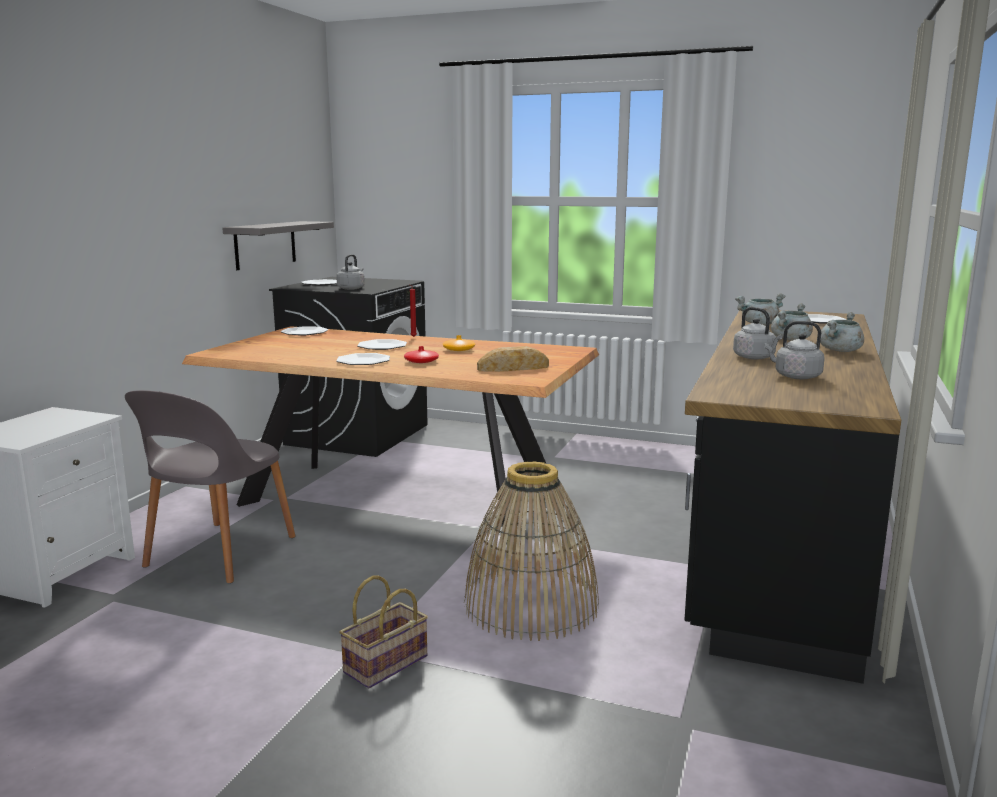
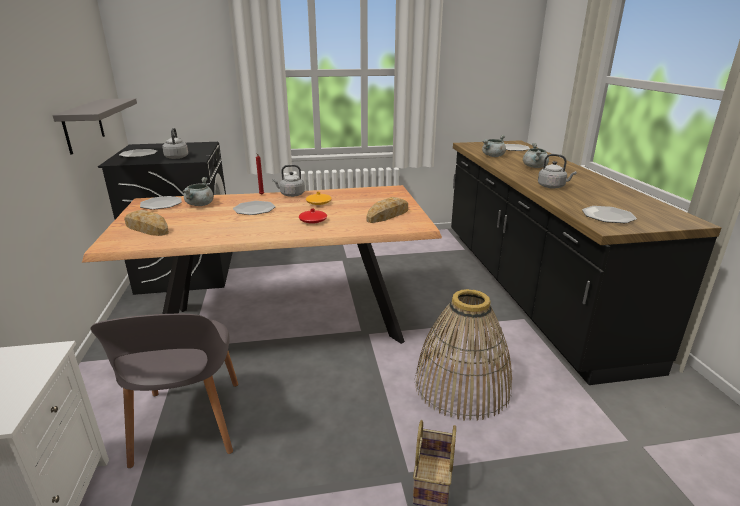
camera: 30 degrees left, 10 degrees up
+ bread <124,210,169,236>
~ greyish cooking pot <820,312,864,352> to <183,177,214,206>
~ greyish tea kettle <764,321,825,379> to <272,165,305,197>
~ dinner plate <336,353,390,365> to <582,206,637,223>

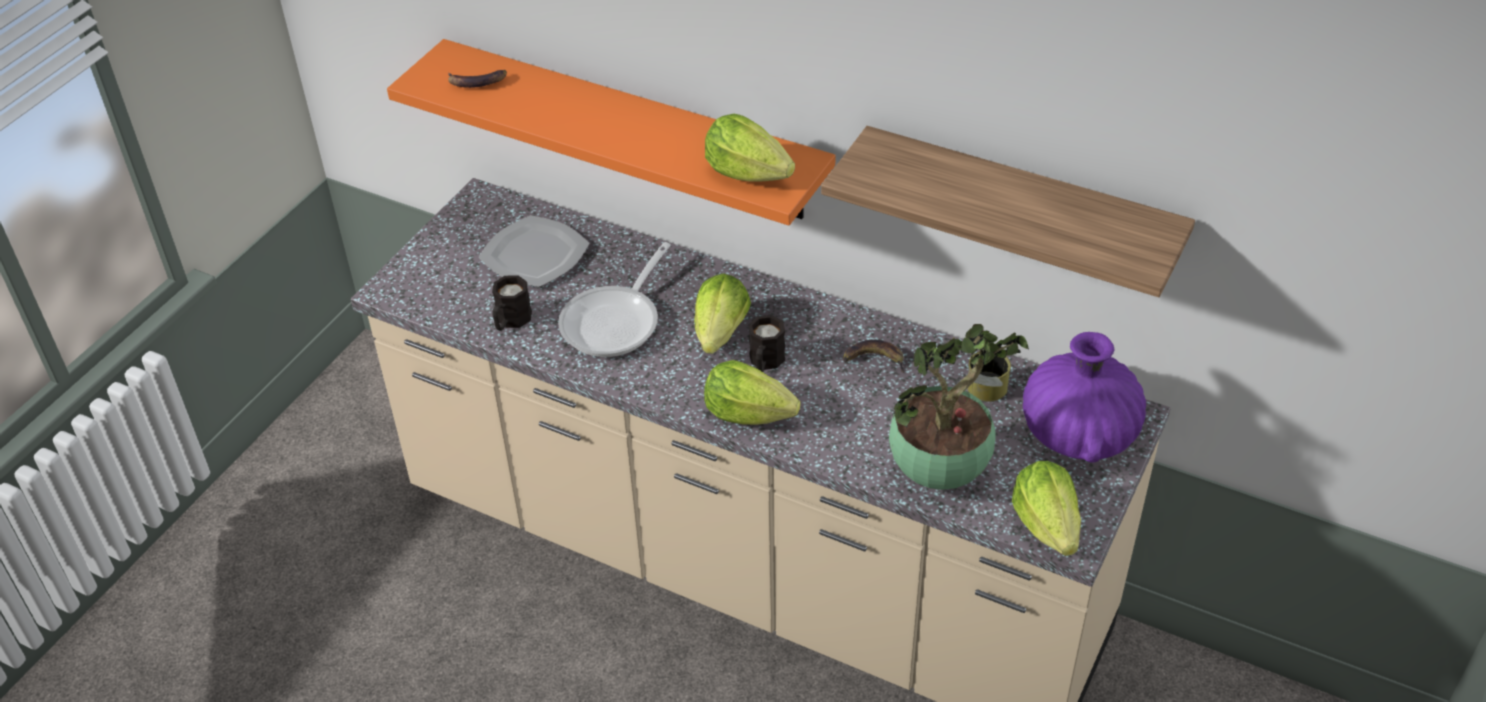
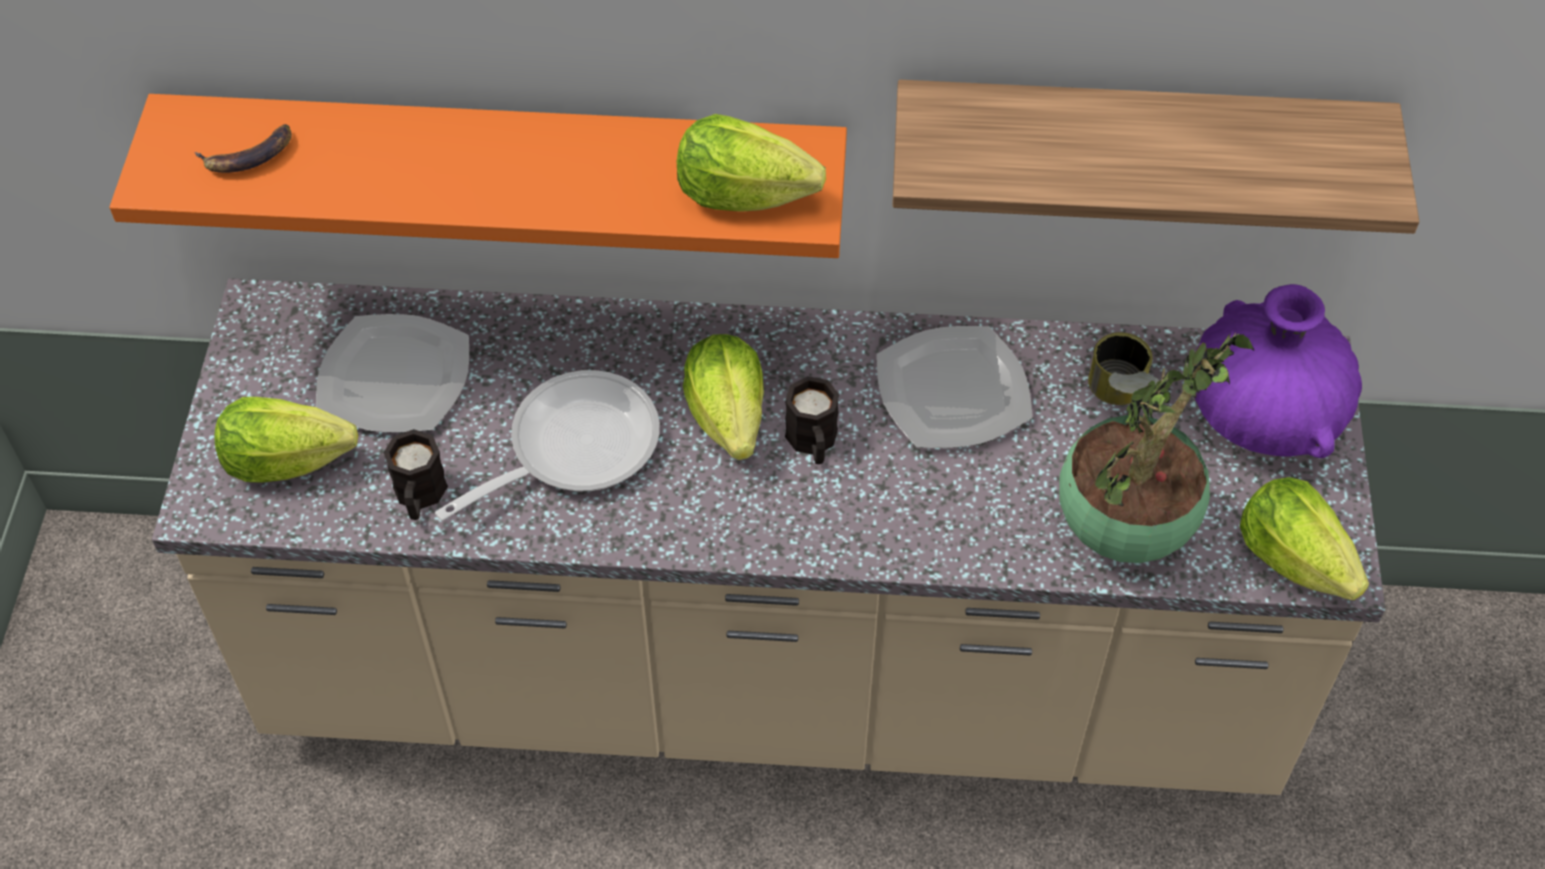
camera: 25 degrees left, 10 degrees up
~ head of lettuce <704,360,801,425> to <215,397,358,483>
~ skillet <558,242,671,357> = <435,370,660,521> 135 degrees counterclockwise
~ whole banana <843,340,904,373> to dinner plate <877,326,1032,448>

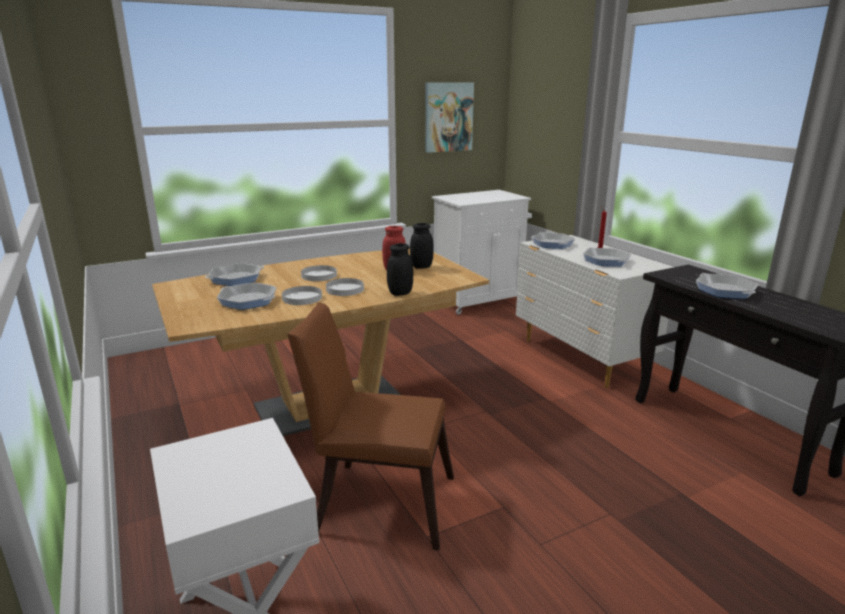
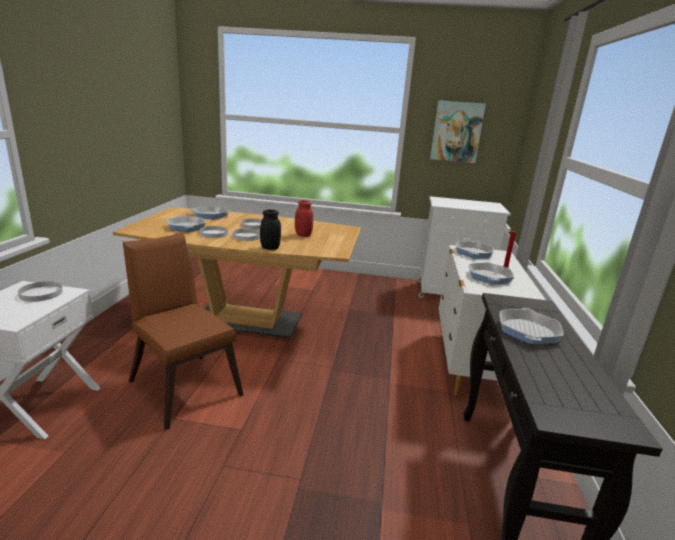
camera: 35 degrees right, 0 degrees up
+ whitish dinner plate <18,281,63,302>
- blackish storage jar <410,223,434,269>

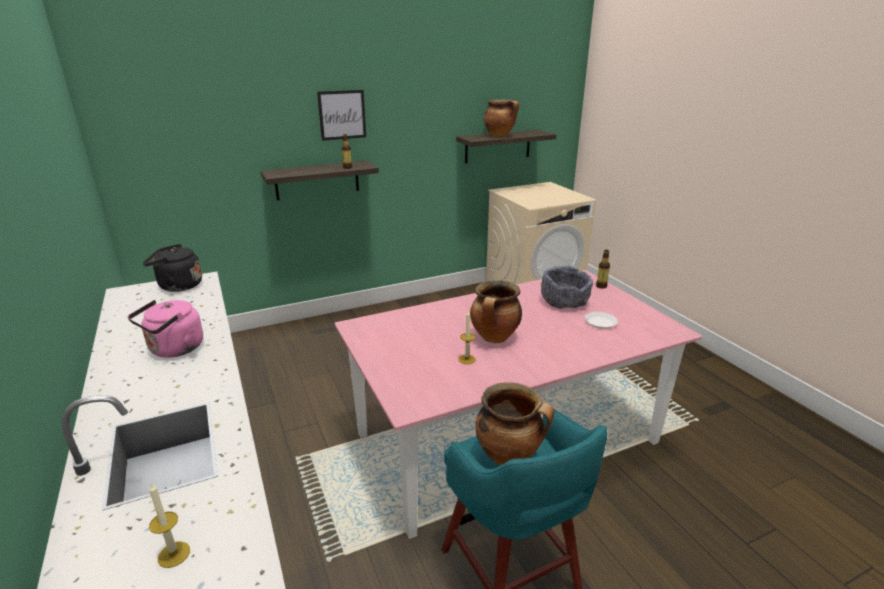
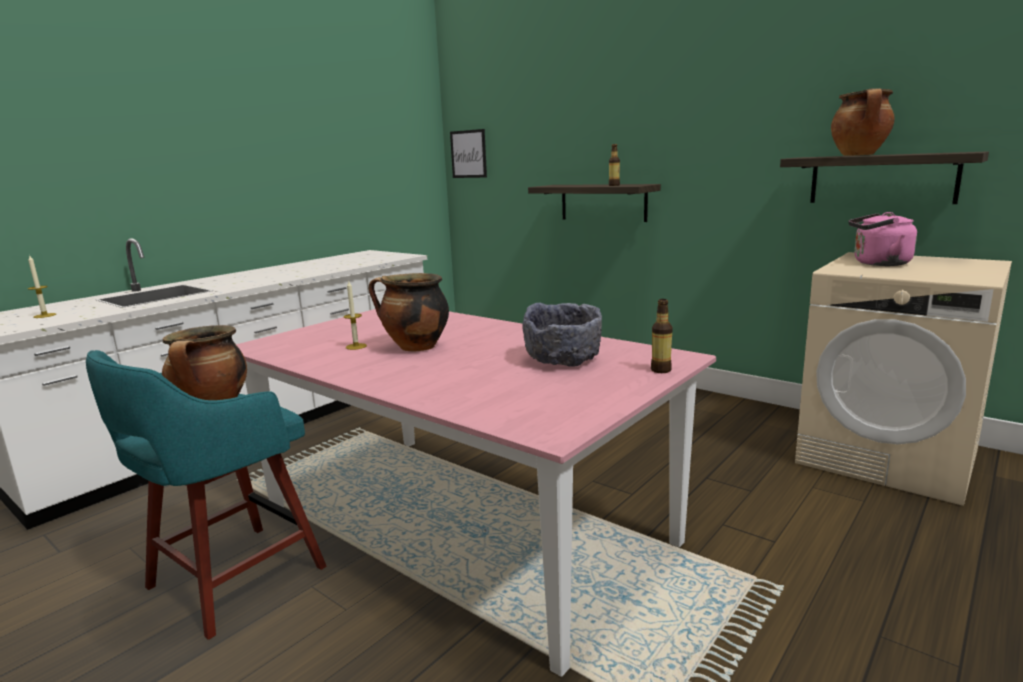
camera: 65 degrees right, 10 degrees down
~ wall picture <317,90,366,141> to <450,129,487,178>
~ pinkish tea kettle <128,300,203,358> to <848,212,917,266>
- blackish tea kettle <143,244,202,292>
- whitish dinner plate <585,312,618,329>

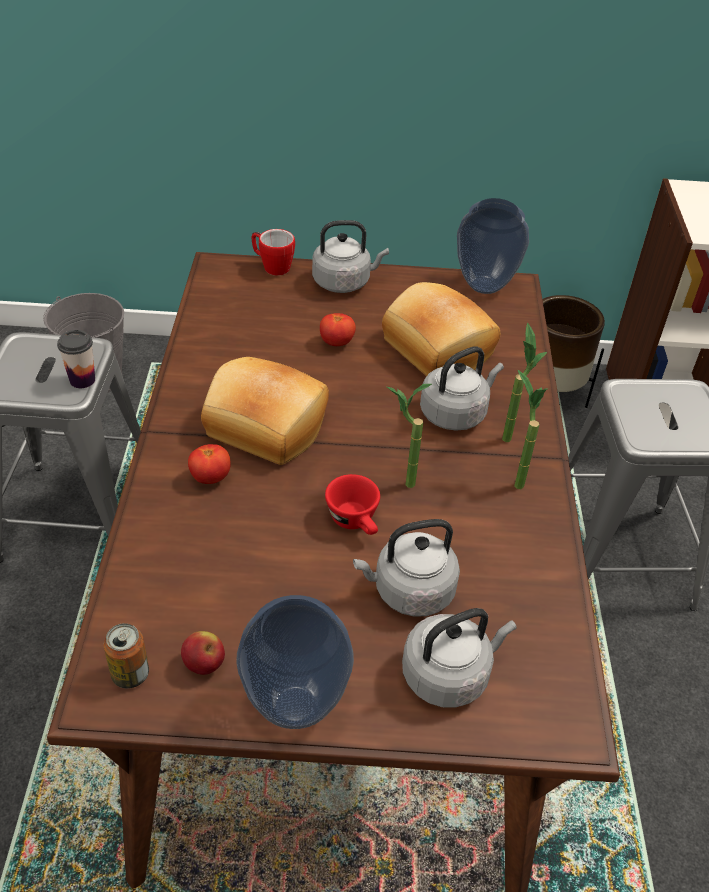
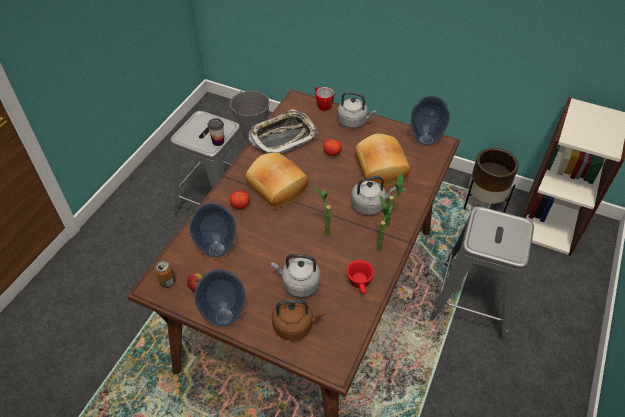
camera: 25 degrees right, 5 degrees up
+ flower vase <189,203,236,257>
+ tray <249,109,318,153>
~ greyish tea kettle <402,608,517,708> to brown-coloured tea kettle <272,297,325,340>
~ reddish small cup <325,474,380,535> to <347,260,374,294>

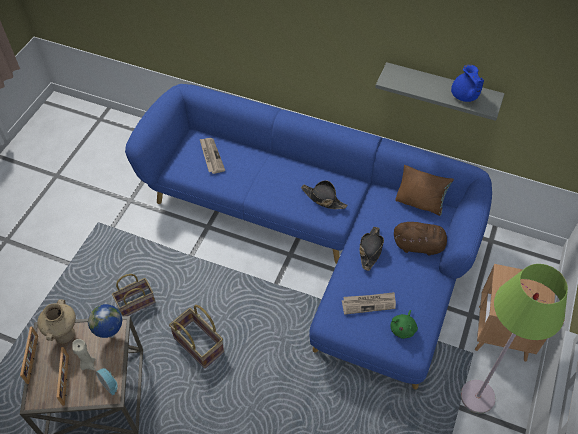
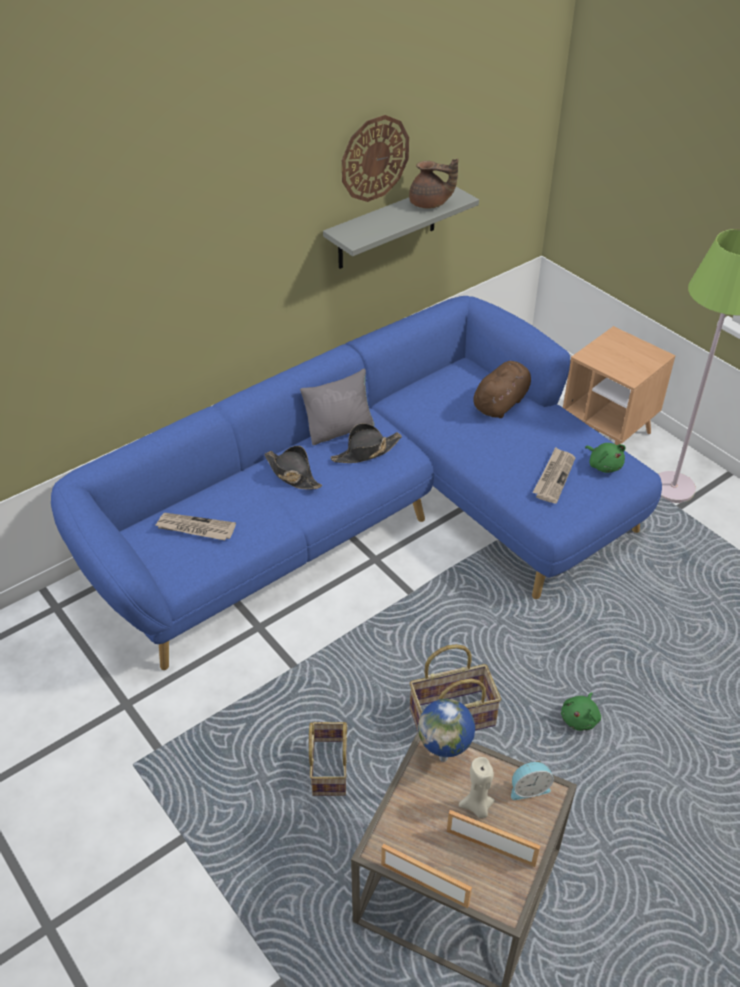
camera: 60 degrees left, 10 degrees down
~ blackish wearable hat <359,226,384,271> to <264,446,322,489>
+ greyish pillow <300,369,375,445>
+ wall clock <342,115,409,202>
~ blue pot for tea <451,65,484,102> to brown-coloured pot for tea <409,159,458,209>
+ green-coloured soft toy <561,692,601,731>
- sand-coloured flower vase <37,299,76,344>
- brown-coloured pillow <395,165,454,216>

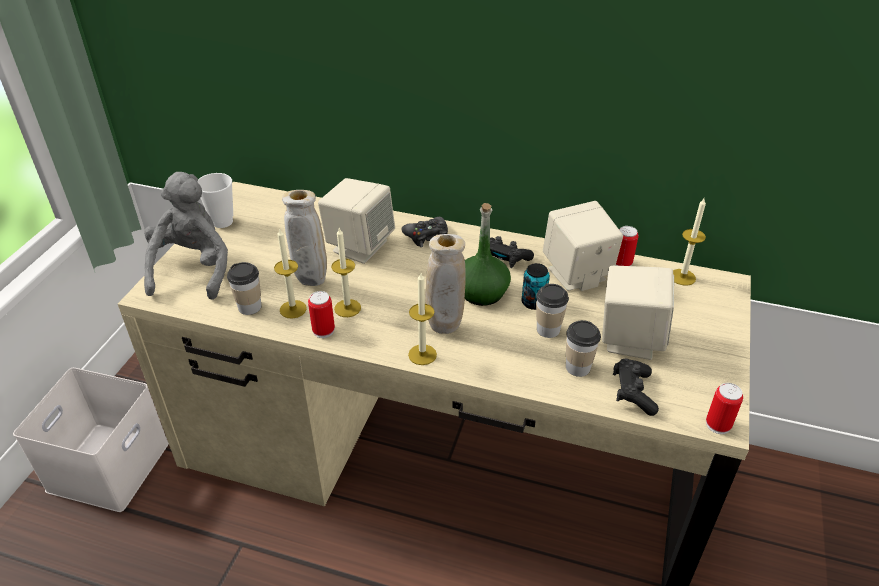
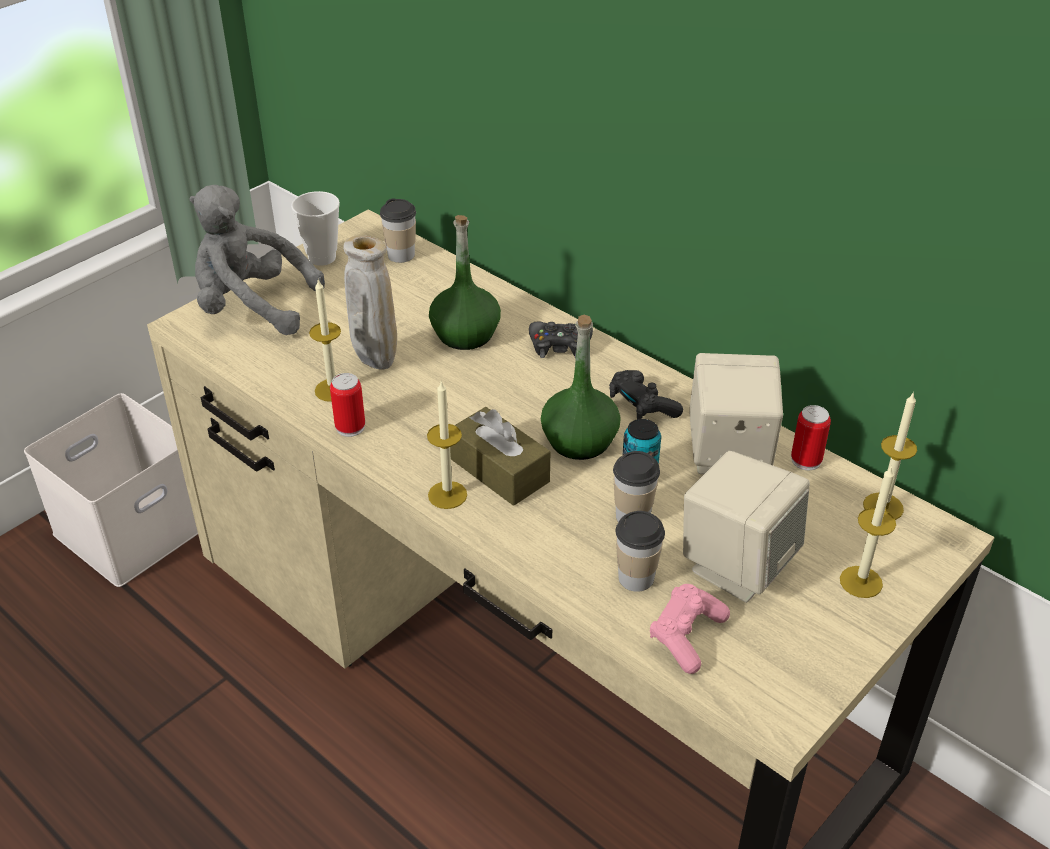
camera: 25 degrees right, 0 degrees up
~ greyish soft toy <144,172,228,300> = <190,185,325,335> 105 degrees counterclockwise
~ small cup <227,262,261,315> to <380,198,416,263>
~ sand-coloured audio speaker <318,178,395,264> to green-coloured beverage bottle <429,215,501,350>
~ sand-coloured flower vase <426,234,466,334> to brown-coloured tissue box <450,407,550,506>
~ blackish joypad <613,359,659,416> to pinkish joypad <650,584,730,674>
~ candle <331,228,361,317> to <840,465,896,598>
- can <706,383,743,434>

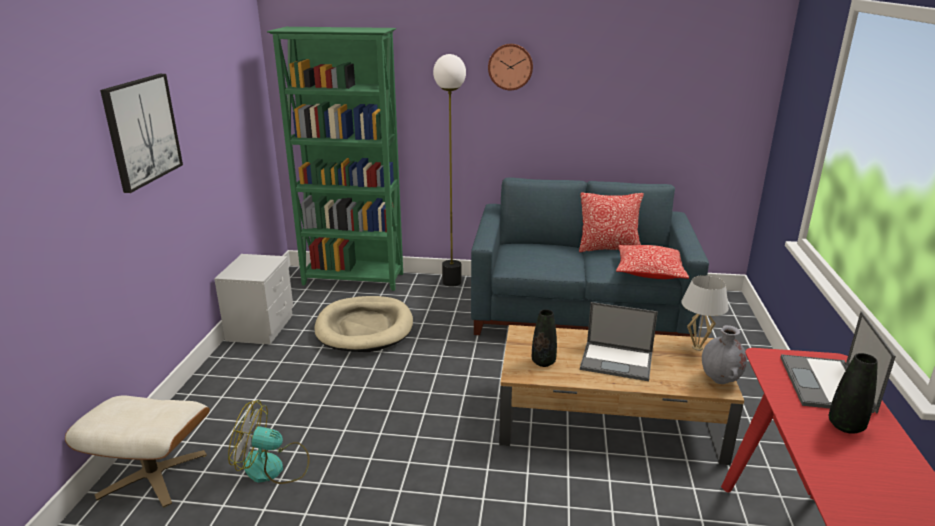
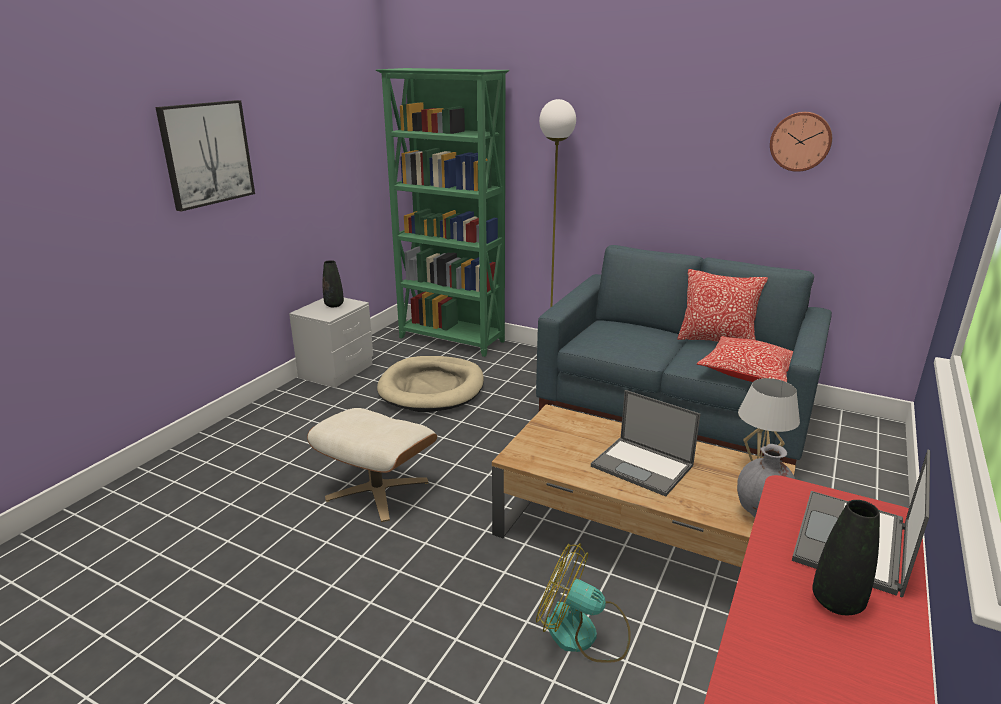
camera: 20 degrees right, 0 degrees up
~ sand-coloured pouffe <65,395,210,508> to <307,408,437,522>
~ blackish flower vase <532,309,557,367> to <323,260,344,307>
~ fan <228,400,310,484> to <536,543,631,663>
~ wall clock <488,44,533,90> to <770,112,832,172>

